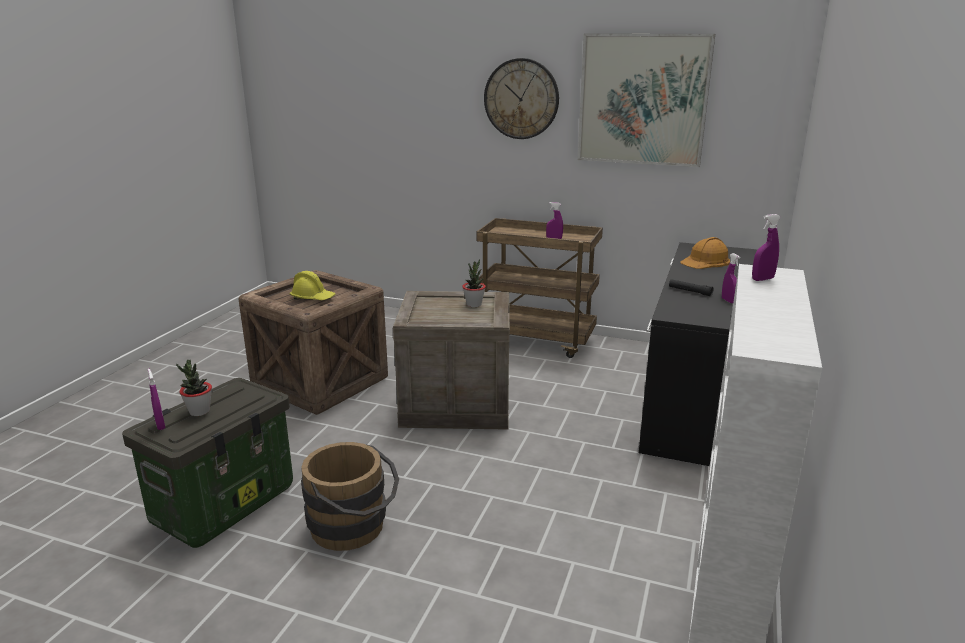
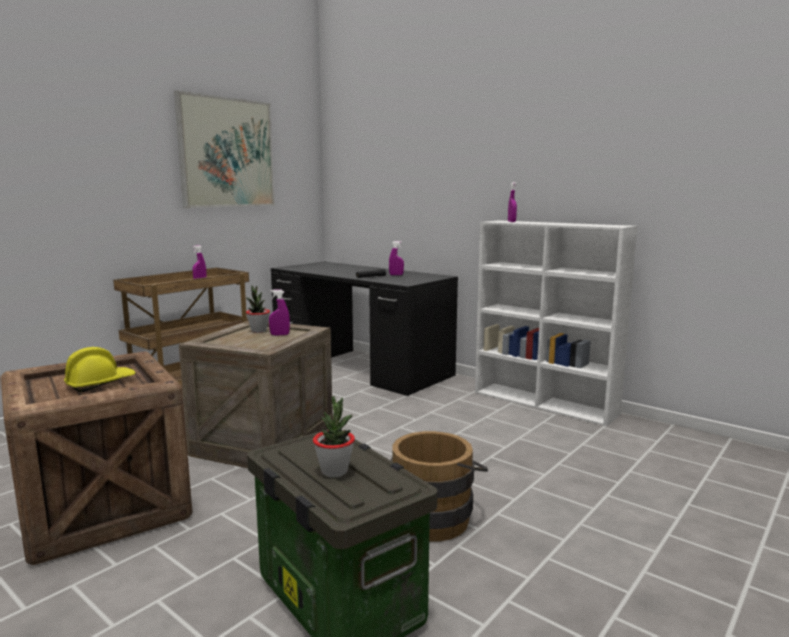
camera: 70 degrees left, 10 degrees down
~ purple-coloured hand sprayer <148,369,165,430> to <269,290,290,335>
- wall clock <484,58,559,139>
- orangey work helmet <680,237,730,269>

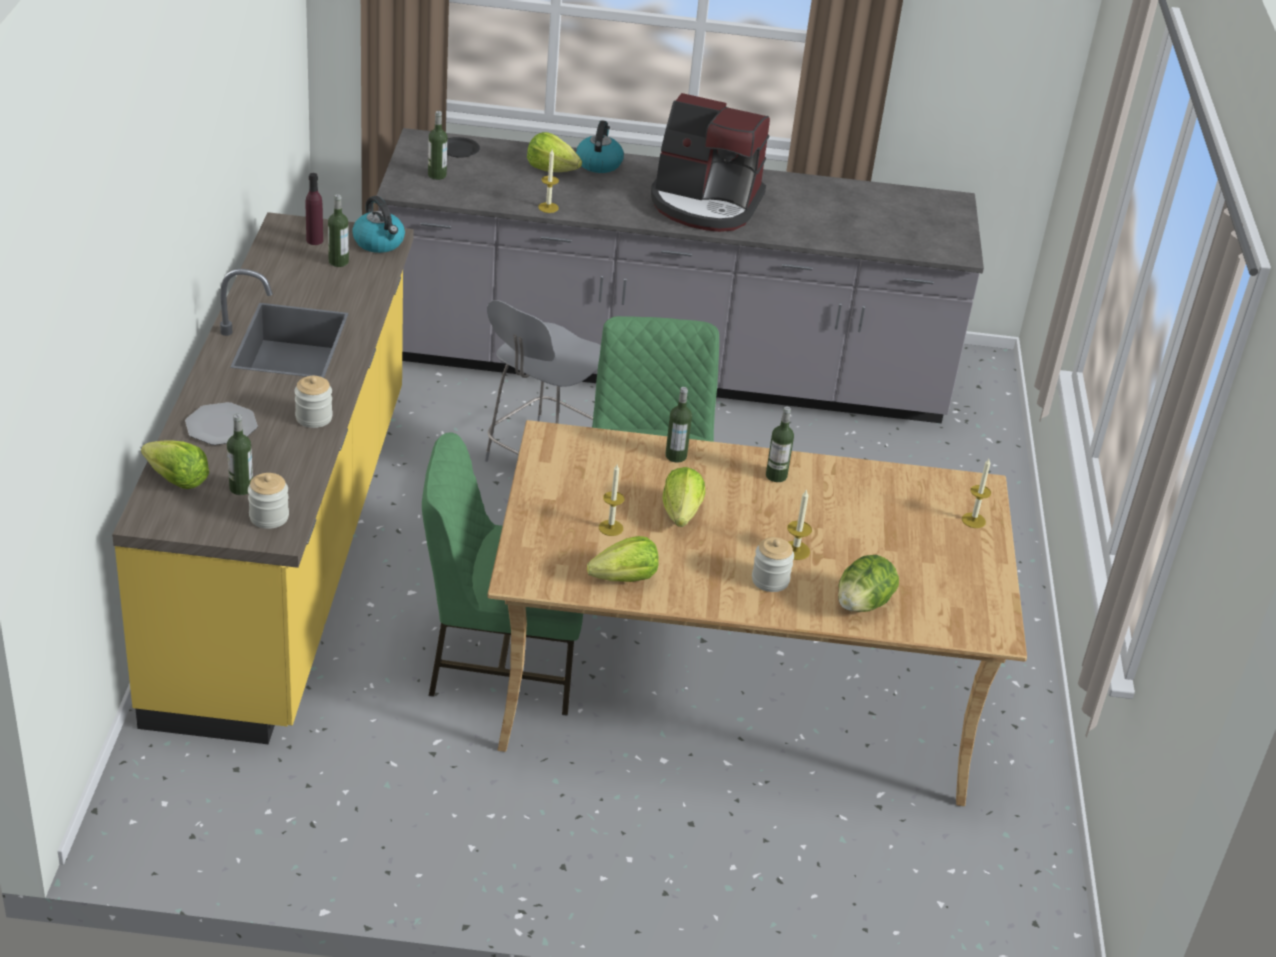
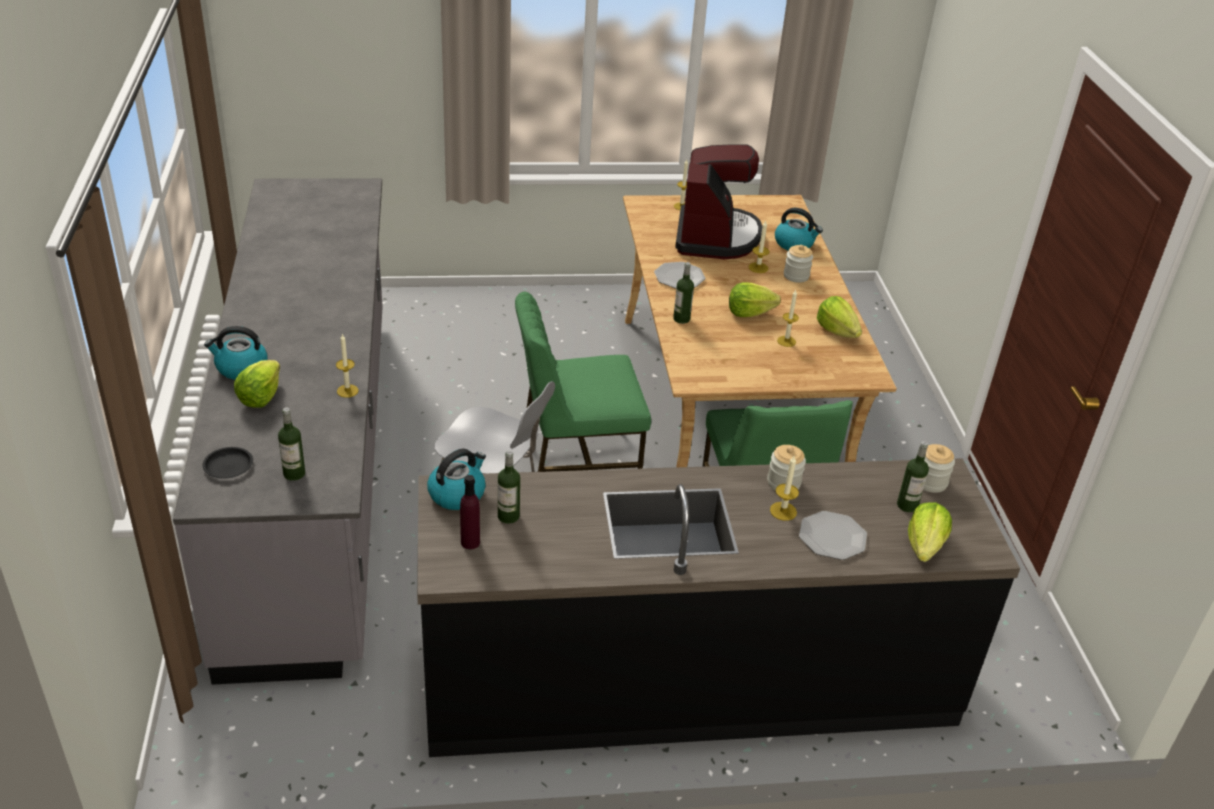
camera: 100 degrees left, 0 degrees up
~ yellow kitchen counter <112,212,414,744> to blackish kitchen counter <417,458,1020,757>
~ beverage bottle <766,406,794,482> to dinner plate <654,262,705,289>
~ coffee maker <651,93,770,232> to <675,144,762,259>
+ candle <770,456,799,521>
~ head of lettuce <838,555,899,612> to tea kettle <775,208,823,251>

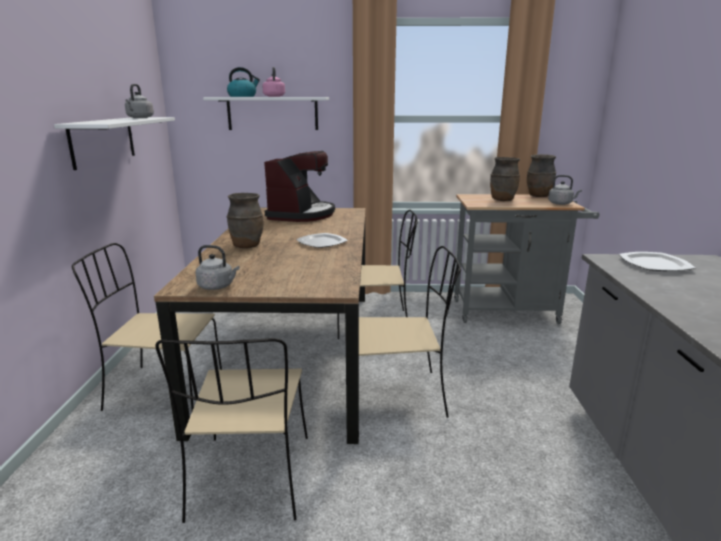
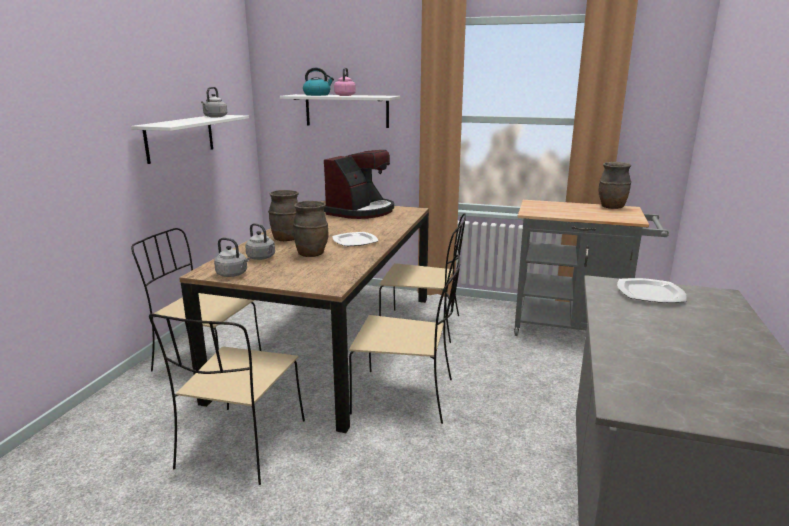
camera: 15 degrees right, 0 degrees up
~ greyish tea kettle <548,175,582,205> to <245,223,275,260>
~ brown-coloured flower vase <490,157,520,201> to <293,201,328,257>

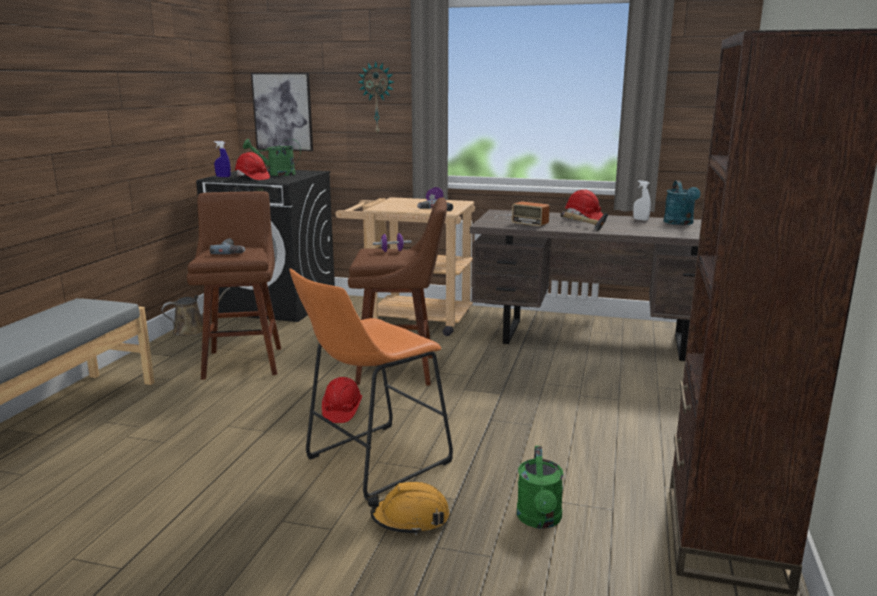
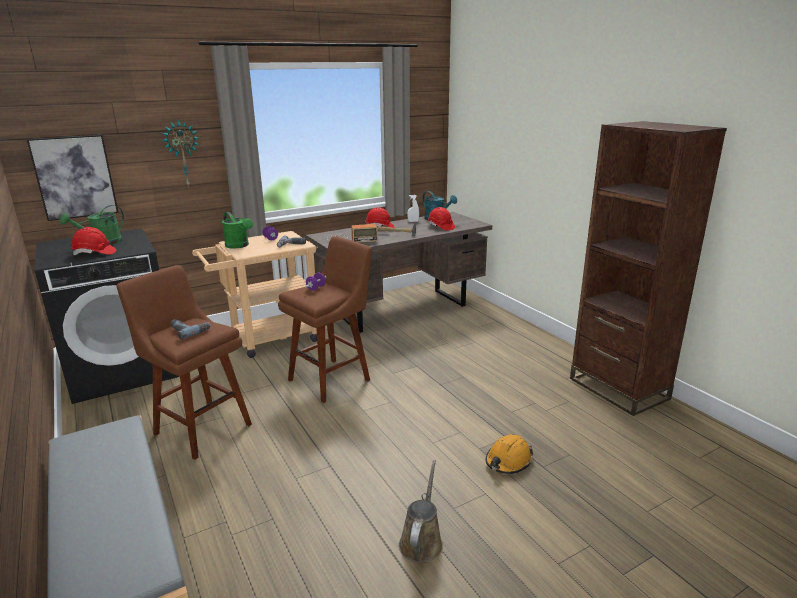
camera: 45 degrees left, 5 degrees up
~ green-coloured watering pot <517,446,564,529> to <222,212,253,248>
~ brown-coloured watering pot <162,287,231,336> to <399,460,443,563>
~ reddish work helmet <322,377,362,423> to <428,207,455,231>
- blue hand sprayer <214,141,231,177>
- orangey stool seat <289,268,453,501>

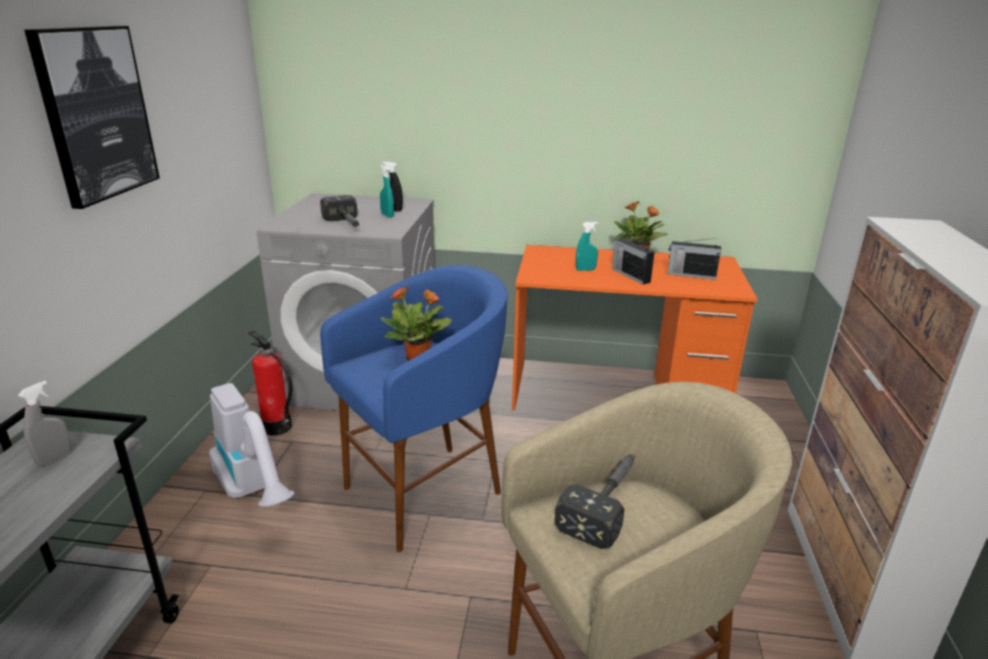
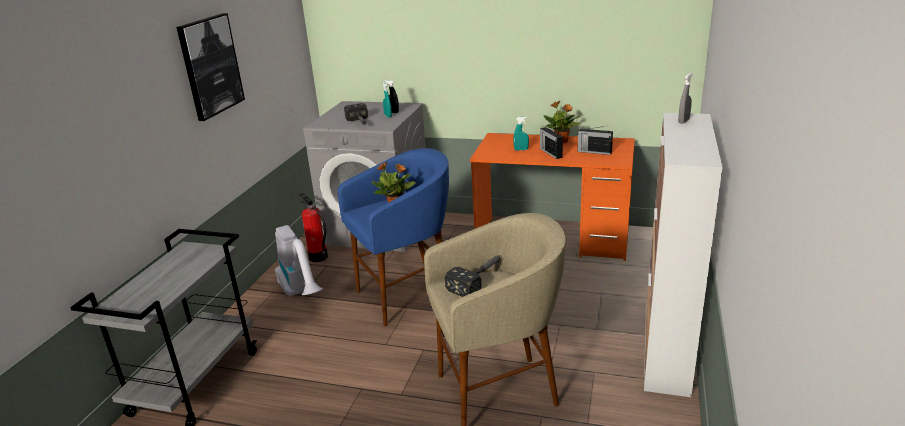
camera: 10 degrees right, 0 degrees up
~ greyish hand sprayer <18,381,71,467> to <678,73,693,124>

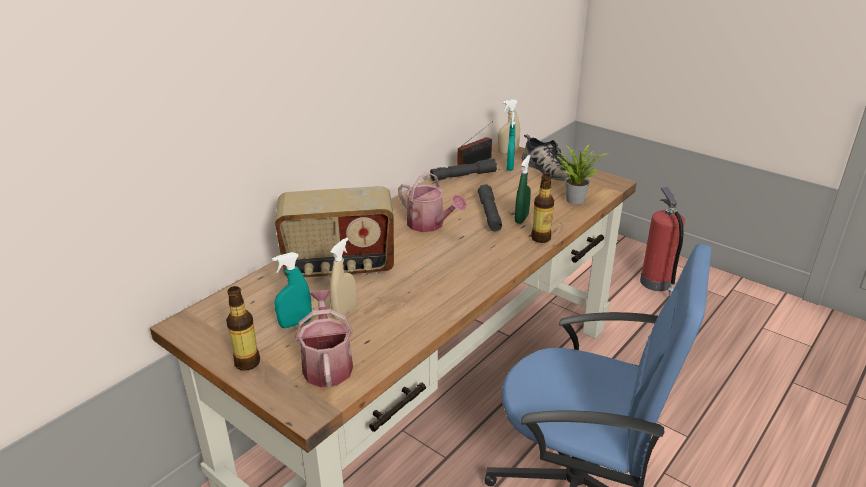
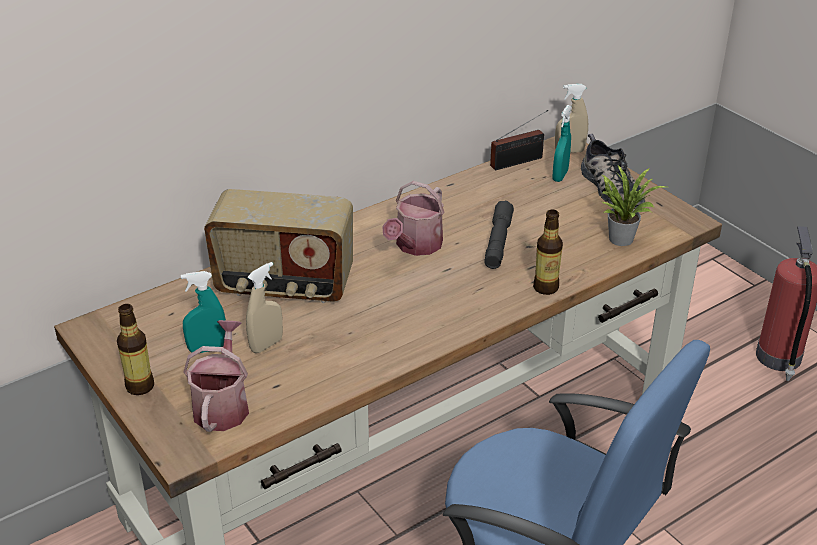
camera: 15 degrees right, 5 degrees up
~ watering pot <398,172,467,232> = <382,181,445,256> 60 degrees clockwise
- greyish torch <430,158,497,181>
- green-coloured hand sprayer <515,155,531,224>

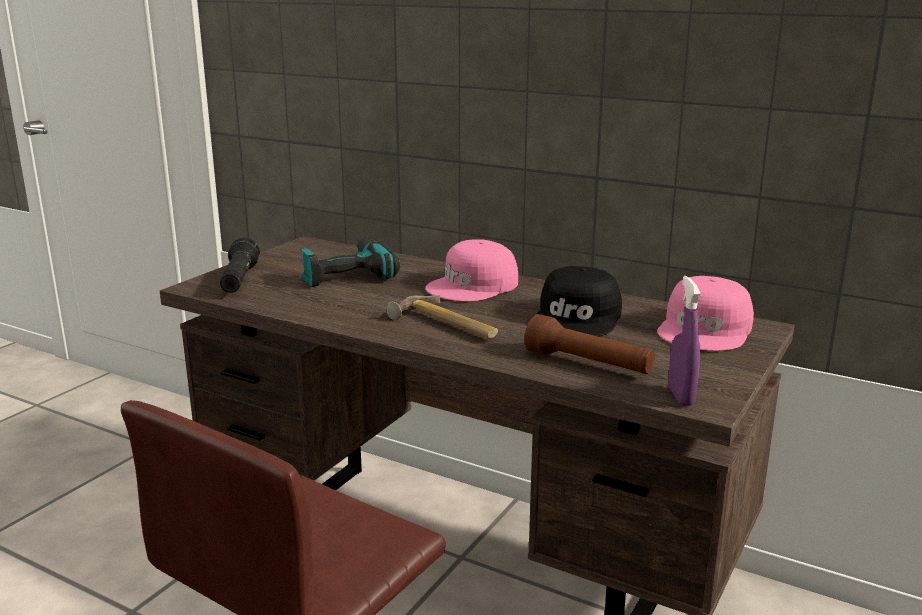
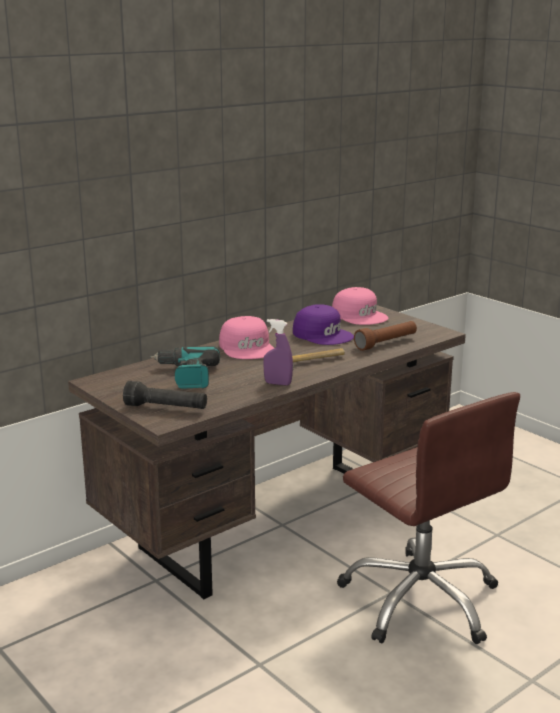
camera: 70 degrees left, 0 degrees up
~ purple-coloured hand sprayer <668,276,701,406> to <263,319,293,386>
~ blackish baseball cap <537,266,622,336> to purple-coloured baseball cap <293,304,354,345>

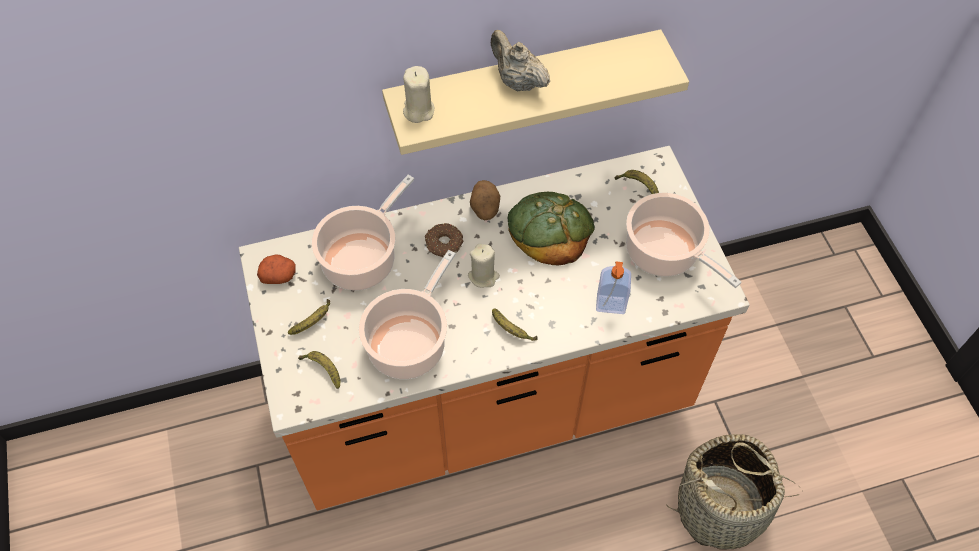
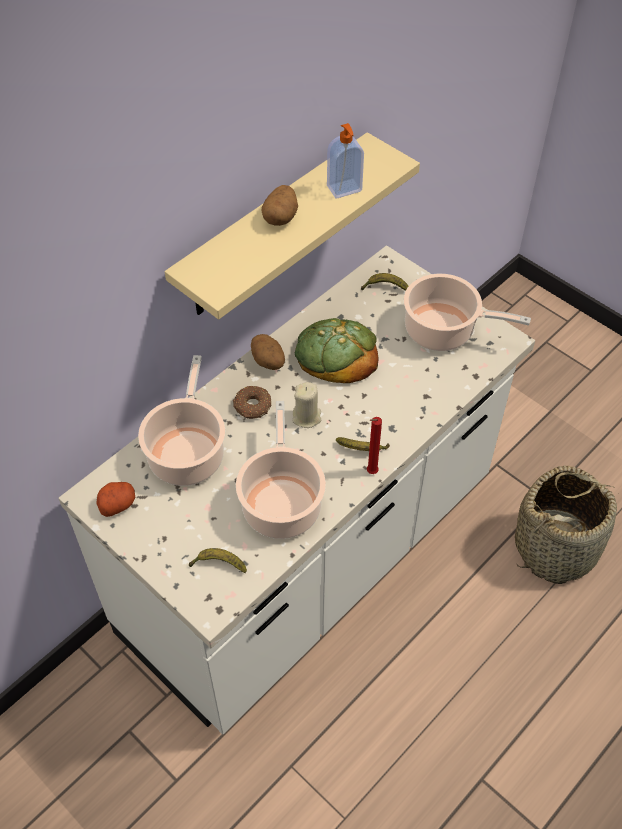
camera: 30 degrees left, 5 degrees down
~ orangey kitchen counter <239,146,750,510> to whitish kitchen counter <58,245,535,735>
~ sand-coloured pot for tea <491,30,550,92> to potato <262,185,298,226>
~ liquid soap bottle <596,261,631,314> to <327,123,364,199>
+ reddish candle <367,417,382,474>
- whole banana <288,299,330,335>
- sand-coloured candle <403,66,434,123>

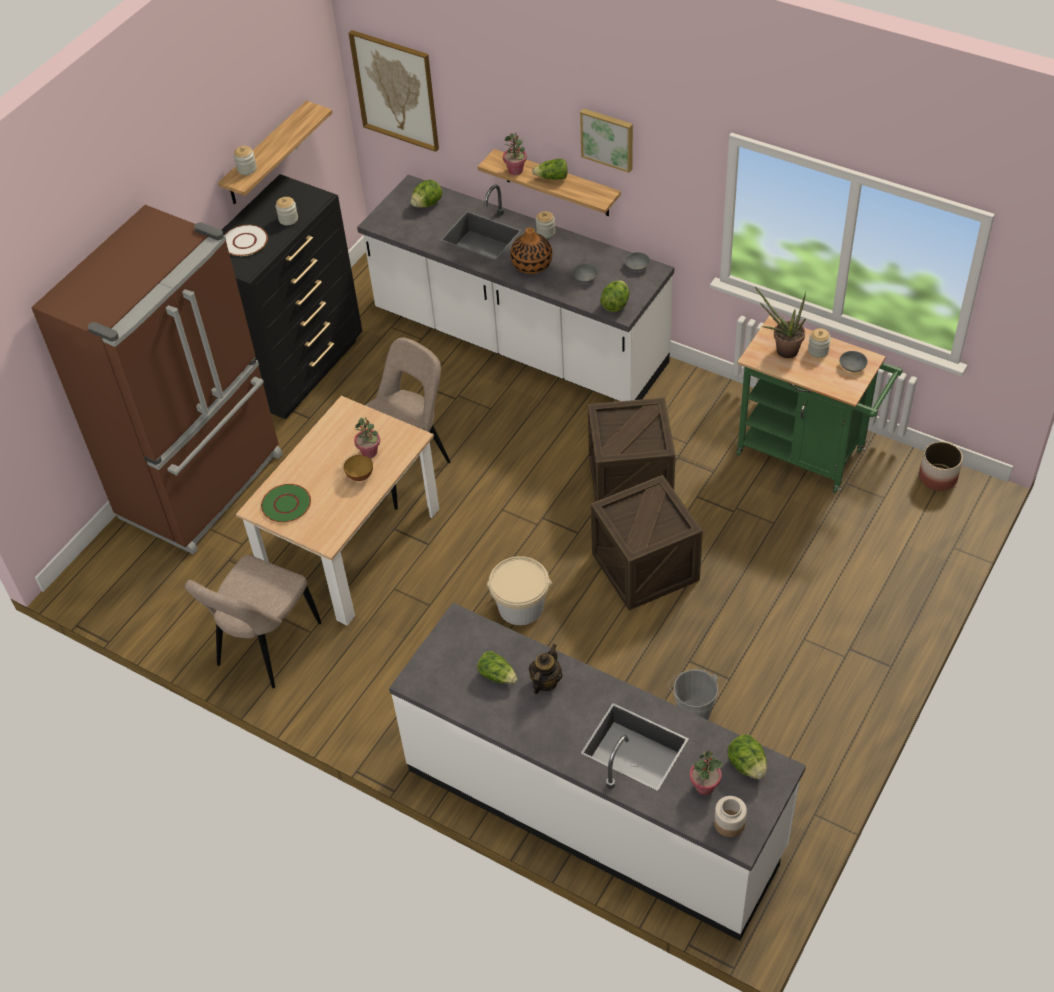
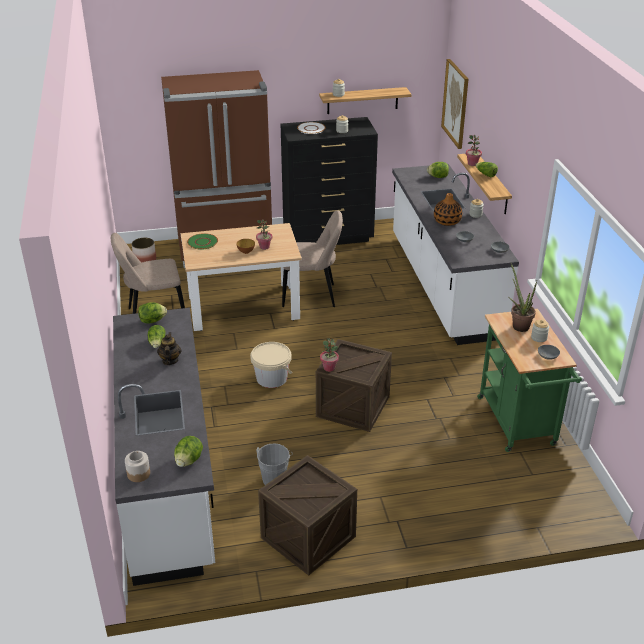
camera: 45 degrees right, 15 degrees down
~ flower pot <919,441,963,491> to <132,238,156,263>
~ head of lettuce <600,281,629,312> to <138,303,167,324>
~ pot for tea <529,644,563,694> = <157,332,182,365> 75 degrees counterclockwise
~ shipping crate <588,397,676,502> to <258,455,357,576>
~ potted plant <690,750,723,795> to <320,338,339,372>
- wall picture <580,108,633,173>

